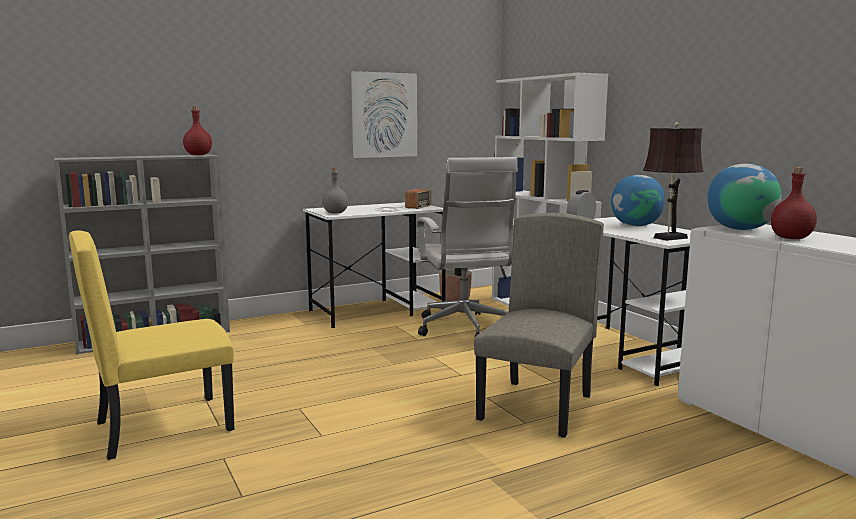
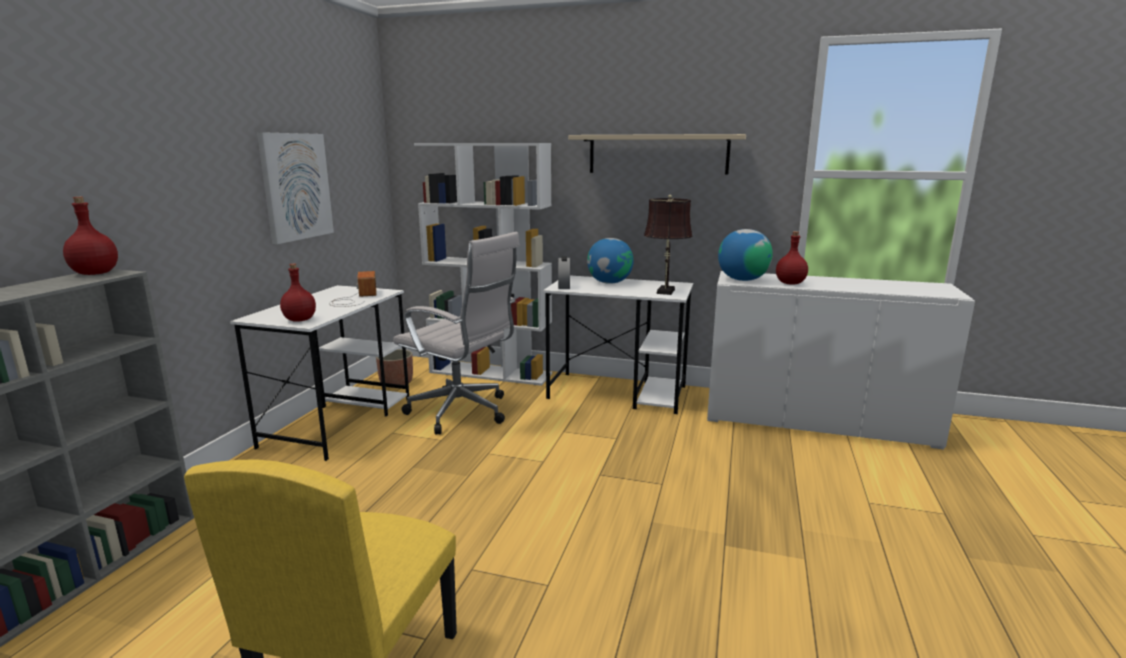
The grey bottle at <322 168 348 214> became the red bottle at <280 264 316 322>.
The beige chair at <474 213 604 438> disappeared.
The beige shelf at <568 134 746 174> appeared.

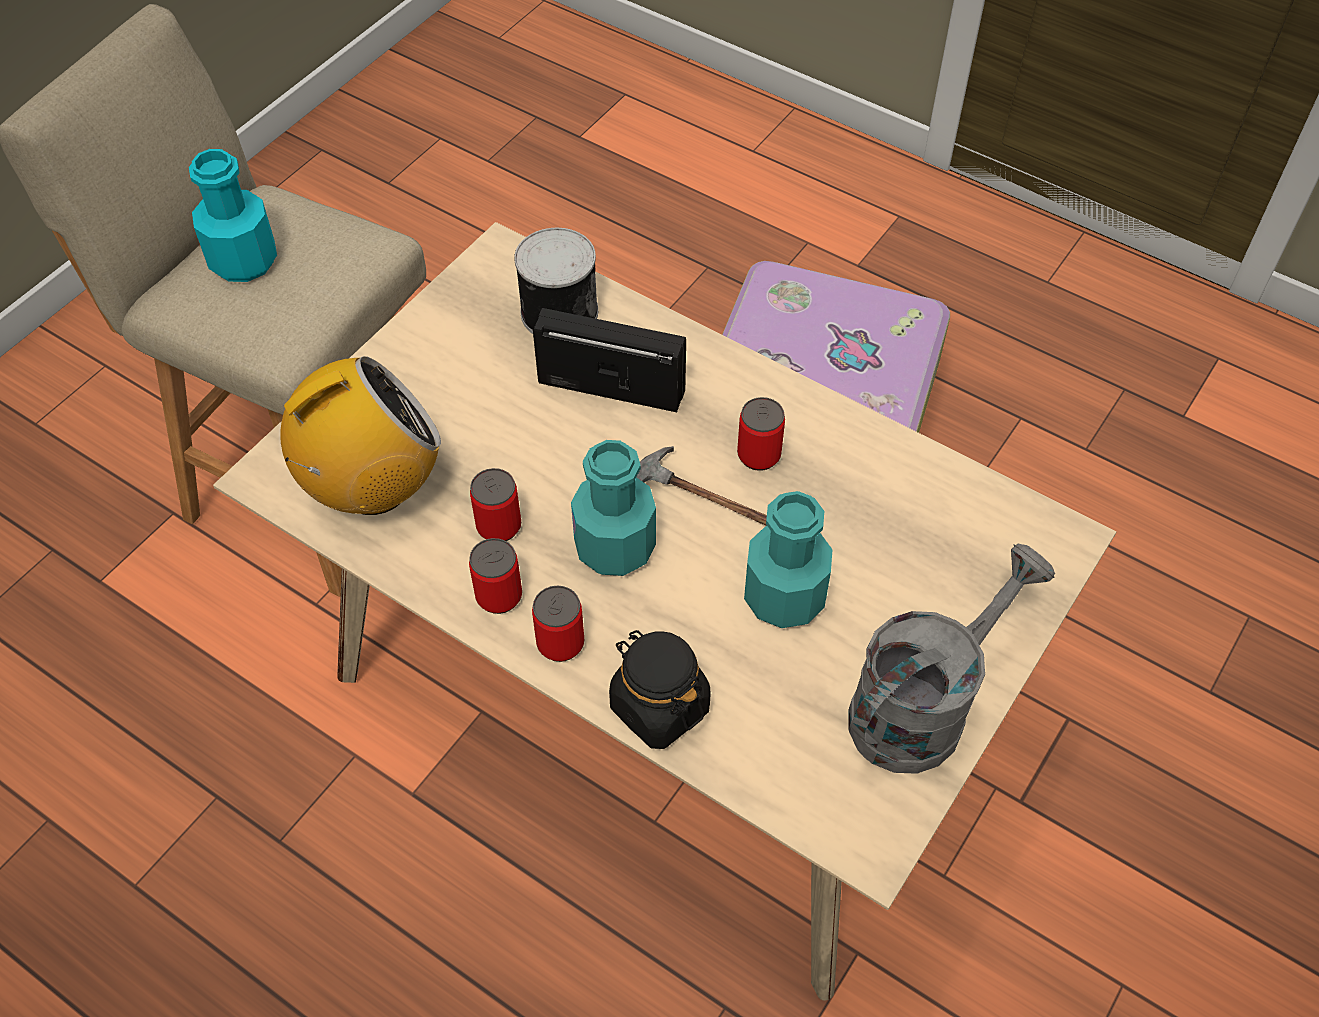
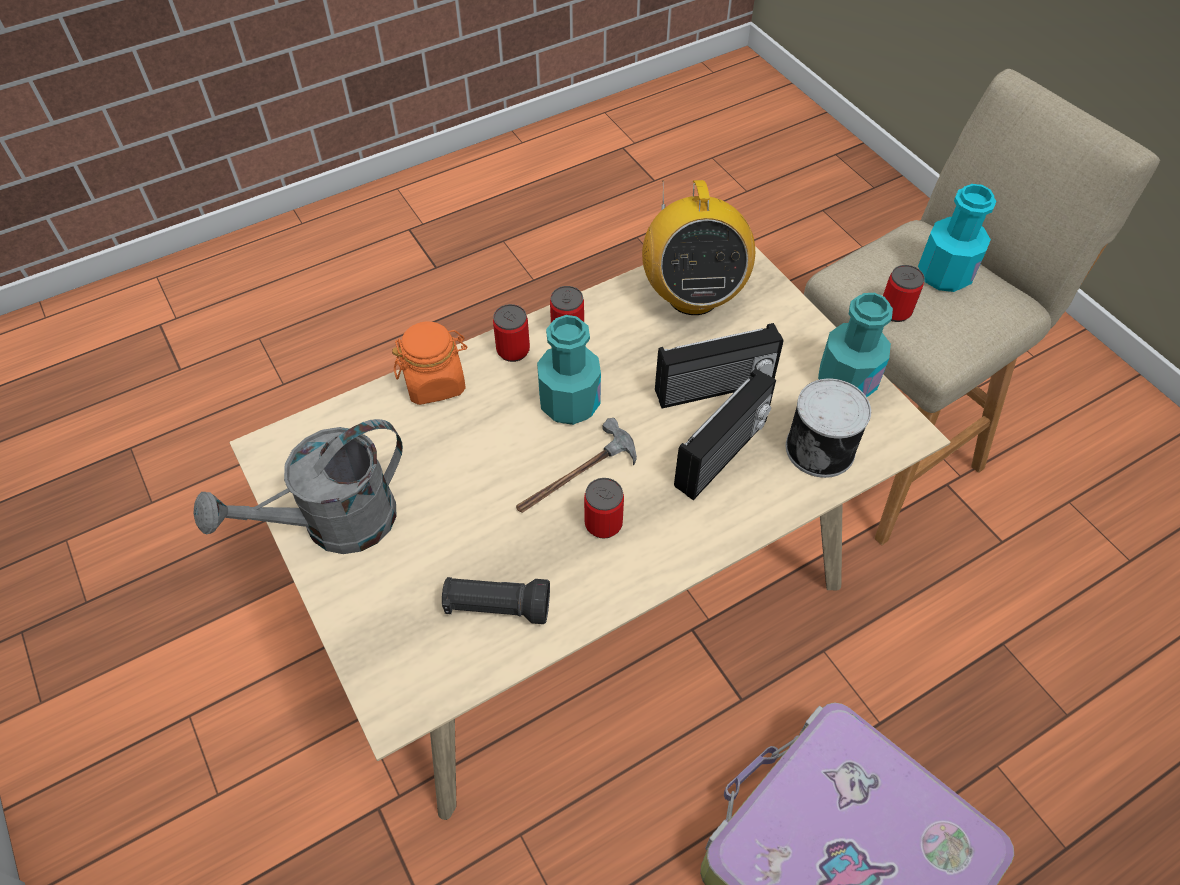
The can moved from <470 468 521 541> to <883 265 925 322>.
The black jar at <609 630 711 749> became the orange jar at <392 321 467 405>.
The turquoise bottle moved from <744 491 832 628> to <818 293 893 397>.
The grey watering can at <848 544 1055 774> turned 75 degrees clockwise.
The black flashlight at <442 577 550 624> appeared.
The radio at <655 323 783 409> appeared.

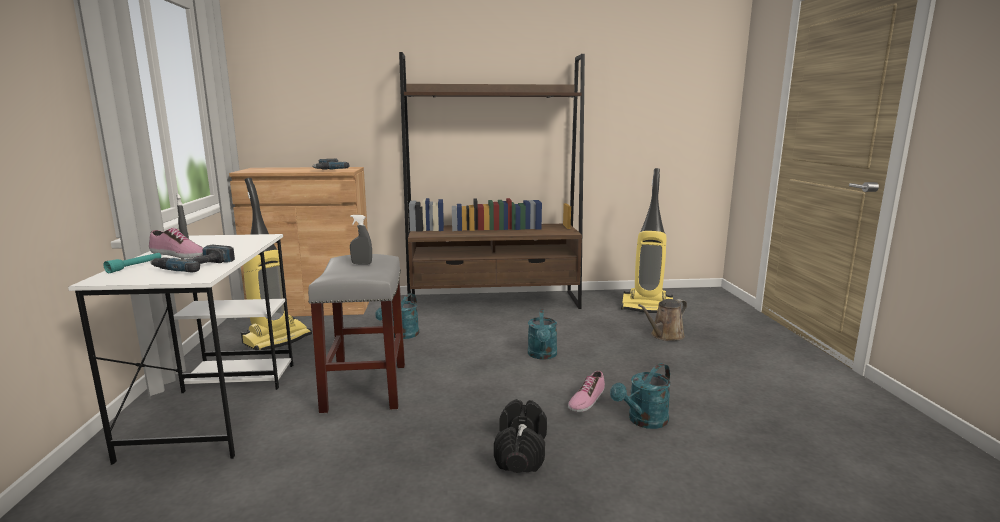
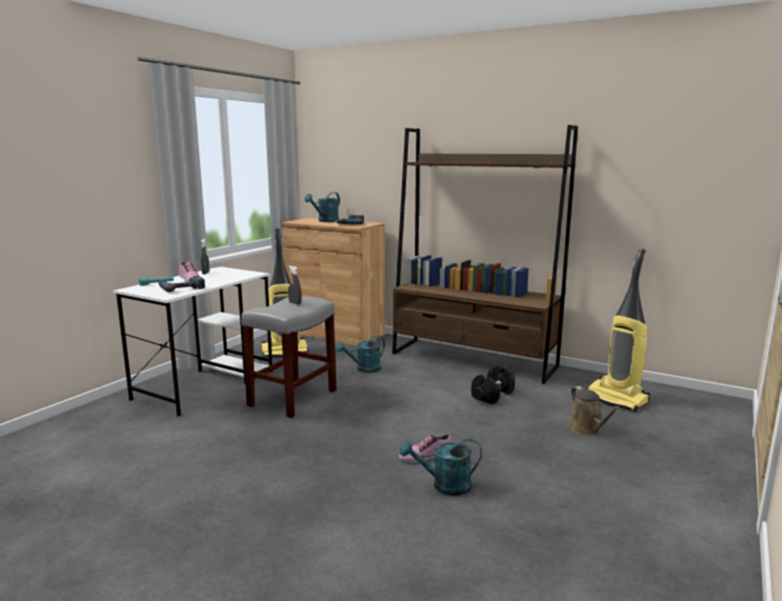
The black dumbbell moved from <494 399 547 473> to <471 365 515 404>.
The turquoise watering can moved from <528 309 557 360> to <305 192 340 222>.
The brown watering can at <638 299 687 341> turned 105 degrees counterclockwise.

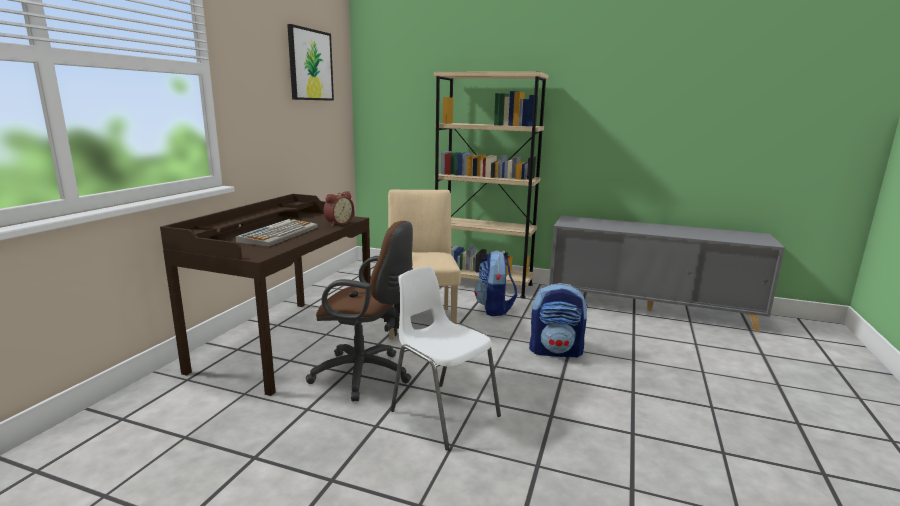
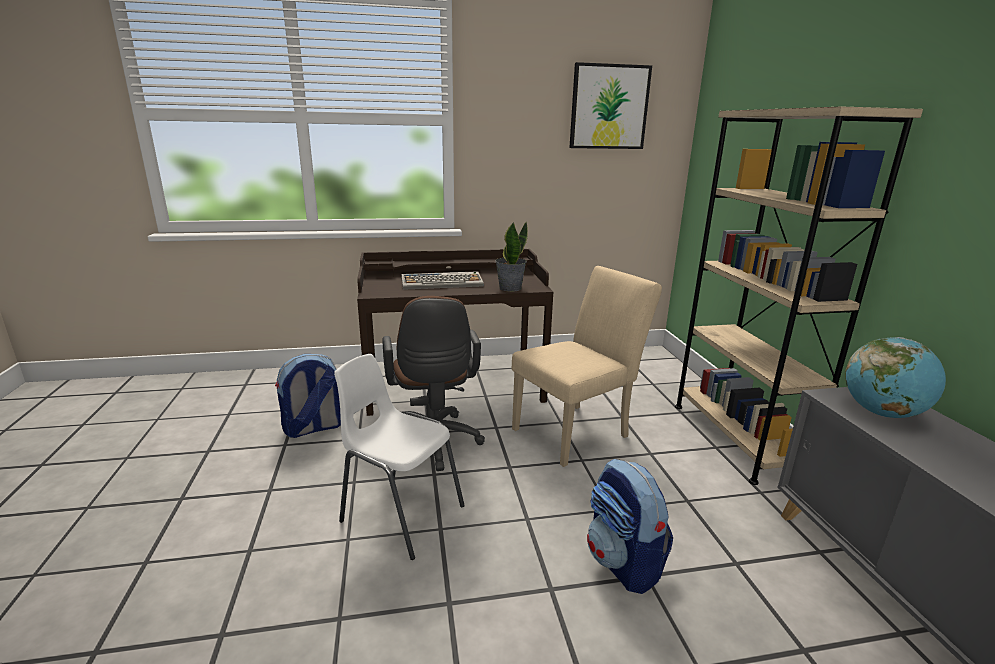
The alarm clock at <324 191 354 226> was replaced by the potted plant at <495 222 528 292>.
The white chair at <391 267 501 450> turned 75 degrees counterclockwise.
The backpack moved from <475 250 517 316> to <275 354 341 438>.
The globe at <845 337 946 418> appeared.

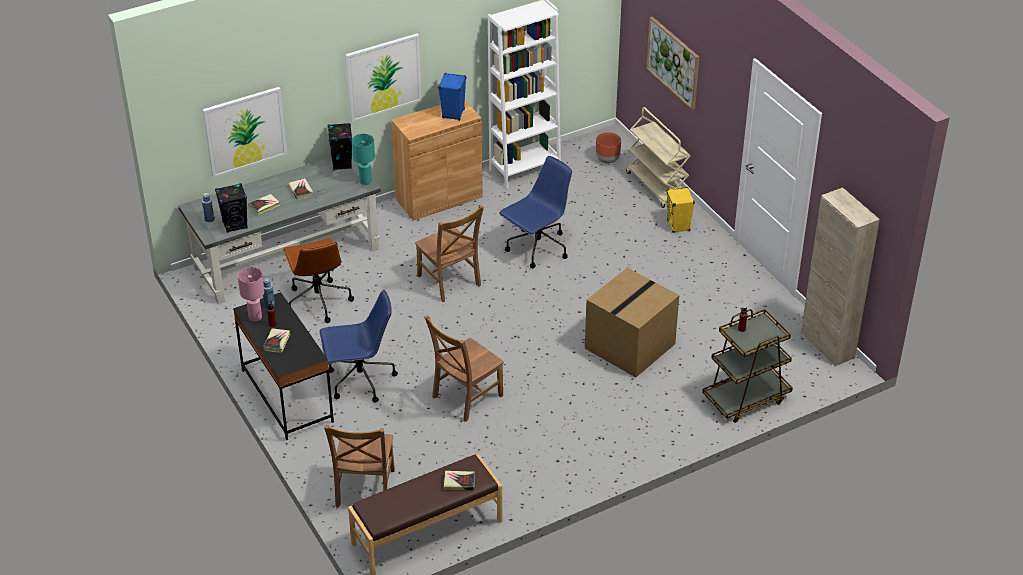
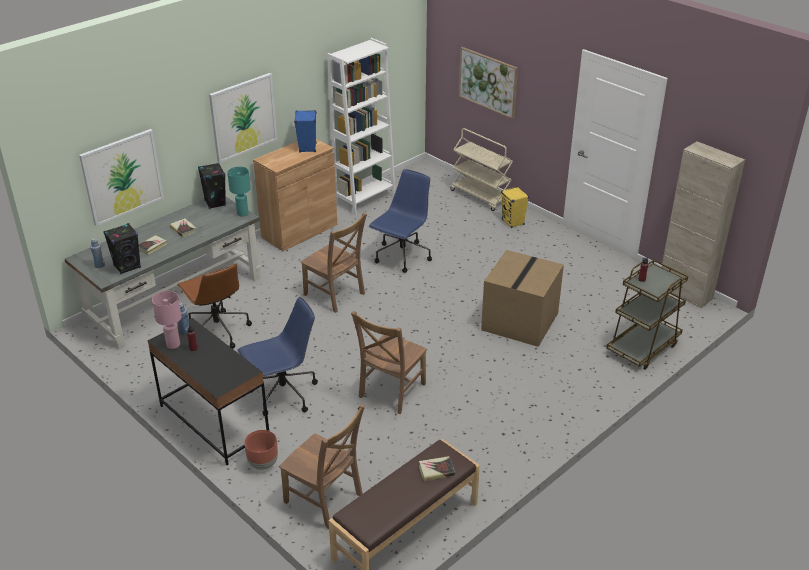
The book at <263 328 290 353> disappeared.
The brown chair at <324 425 395 508> turned 45 degrees counterclockwise.
The brown planter moved from <596 132 621 164> to <244 430 278 470>.

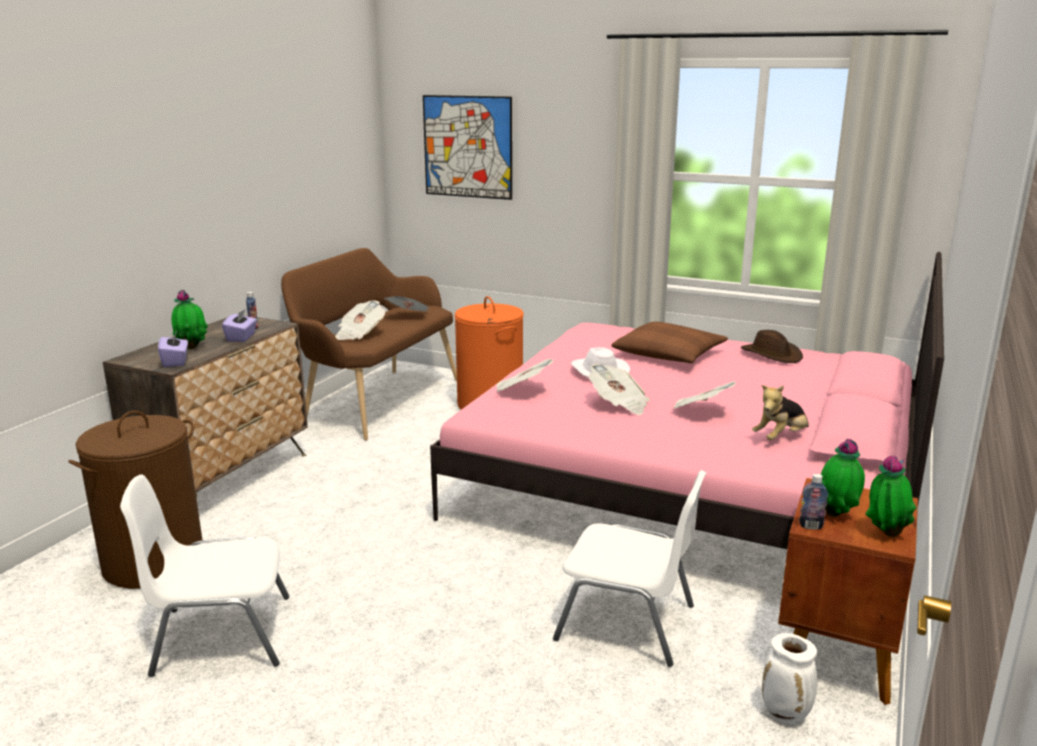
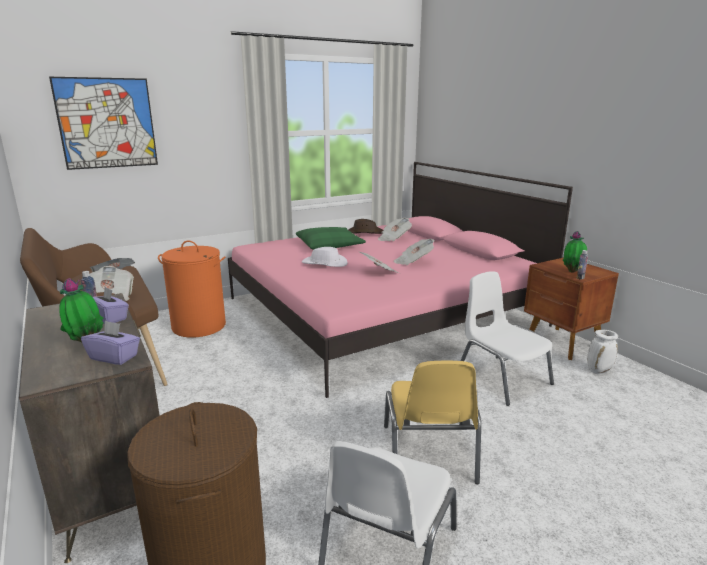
The newspaper moved from <496 358 553 392> to <378 218 412 241>.
The white chair at <553 470 707 667> turned 90 degrees counterclockwise.
The brown pillow at <611 322 728 363> became the green pillow at <296 227 366 250>.
The plush toy at <752 385 809 440> disappeared.
The potted plant at <865 456 916 537> disappeared.
The yellow chair at <384 361 481 484> appeared.

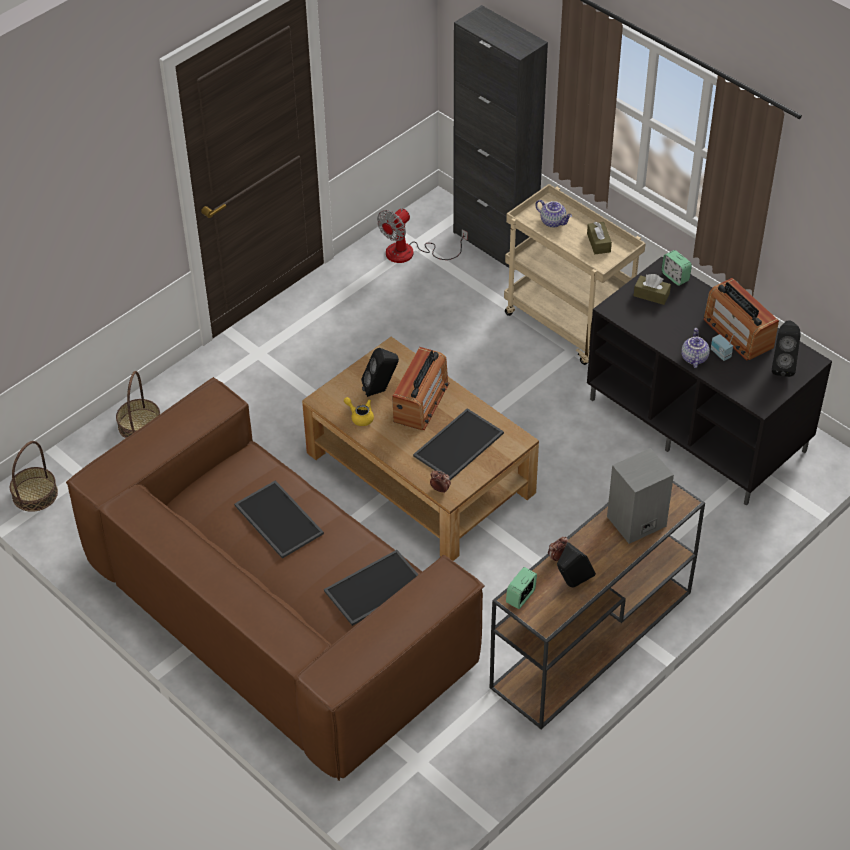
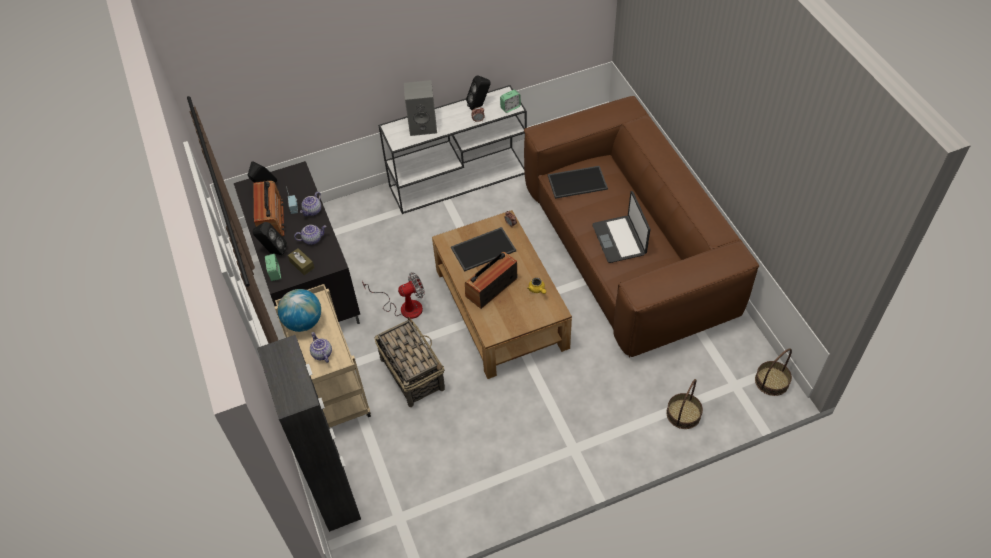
The tray at <234 480 324 559> was replaced by the laptop at <592 191 650 263>.
The black speaker moved from <361 348 399 397> to <253 222 287 256>.
The fan moved from <377 208 468 263> to <362 272 425 319>.
The brown console table at <490 481 705 729> became the white console table at <378 85 527 214>.
The brown tissue box at <587 222 612 254> was replaced by the globe at <278 289 321 332>.
The teapot at <294 225 326 245> appeared.
The basket at <374 317 445 407> appeared.

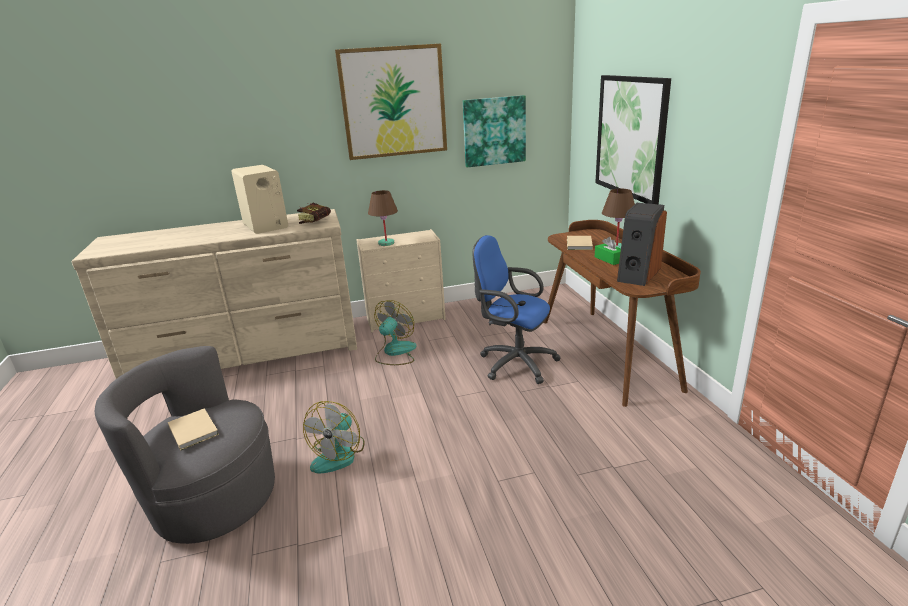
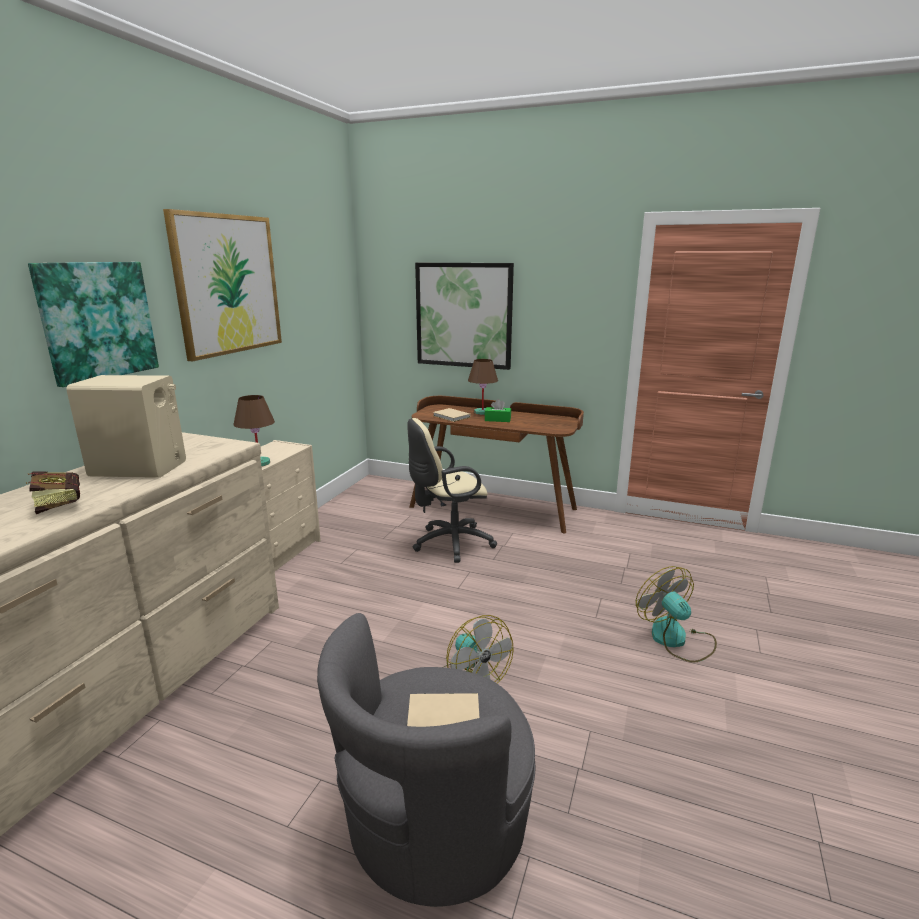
The book moved from <297 203 331 224> to <26 472 80 514>.
The fan moved from <374 300 417 365> to <636 566 717 663>.
The picture moved from <463 95 526 167> to <28 262 159 387>.
The blue office chair at <473 235 561 384> became the beige office chair at <407 418 497 563>.
The speaker at <617 203 667 286> disappeared.

